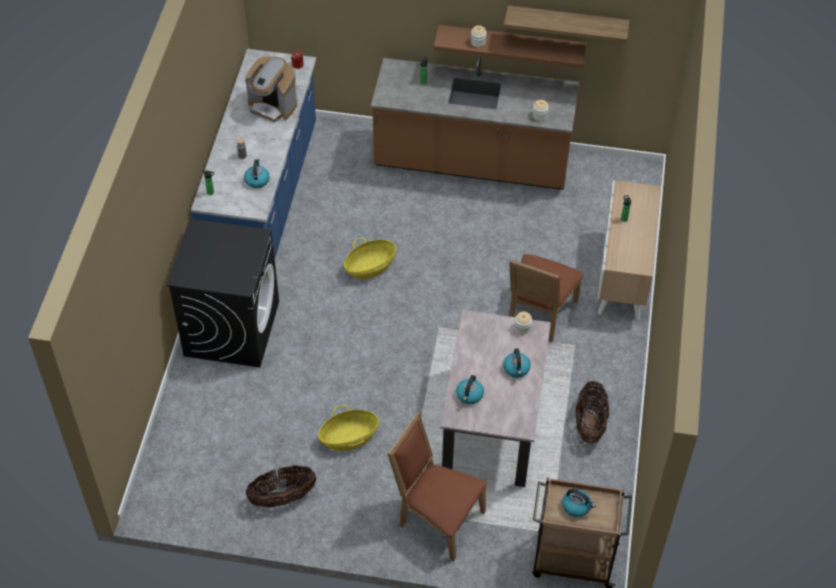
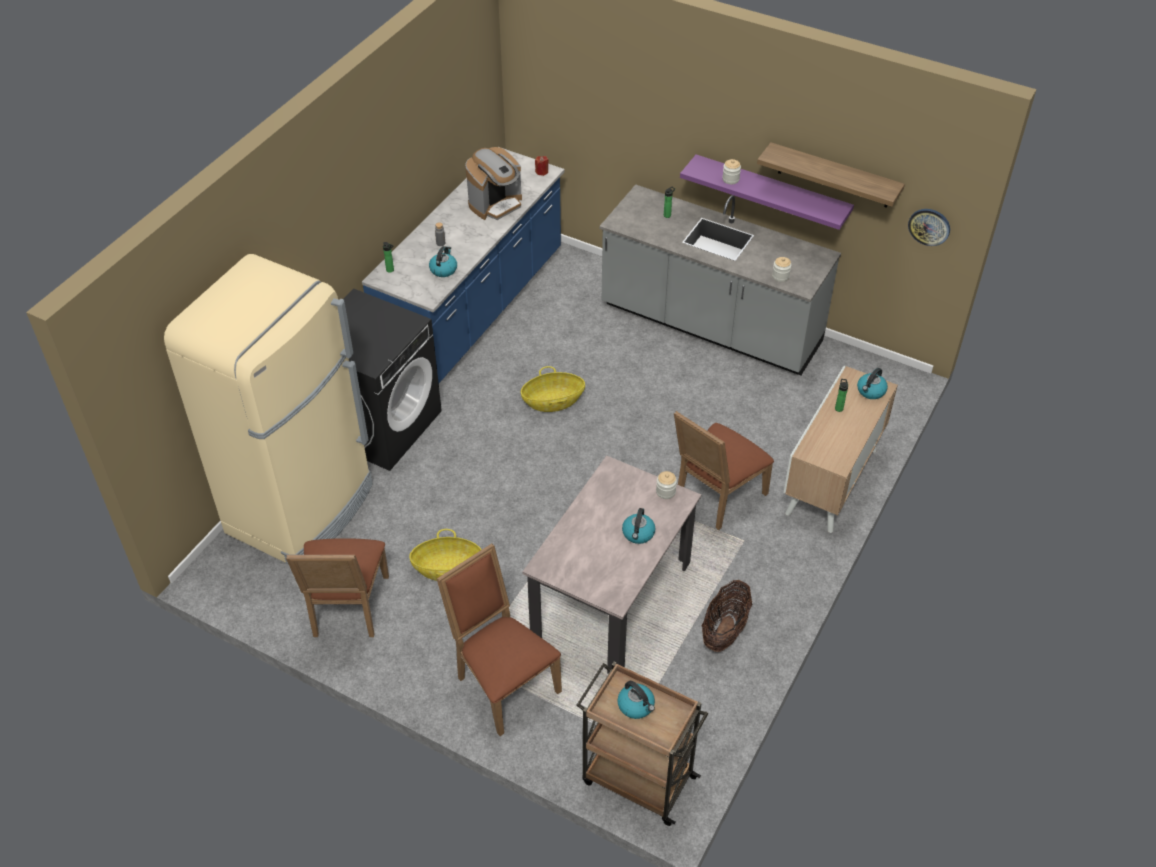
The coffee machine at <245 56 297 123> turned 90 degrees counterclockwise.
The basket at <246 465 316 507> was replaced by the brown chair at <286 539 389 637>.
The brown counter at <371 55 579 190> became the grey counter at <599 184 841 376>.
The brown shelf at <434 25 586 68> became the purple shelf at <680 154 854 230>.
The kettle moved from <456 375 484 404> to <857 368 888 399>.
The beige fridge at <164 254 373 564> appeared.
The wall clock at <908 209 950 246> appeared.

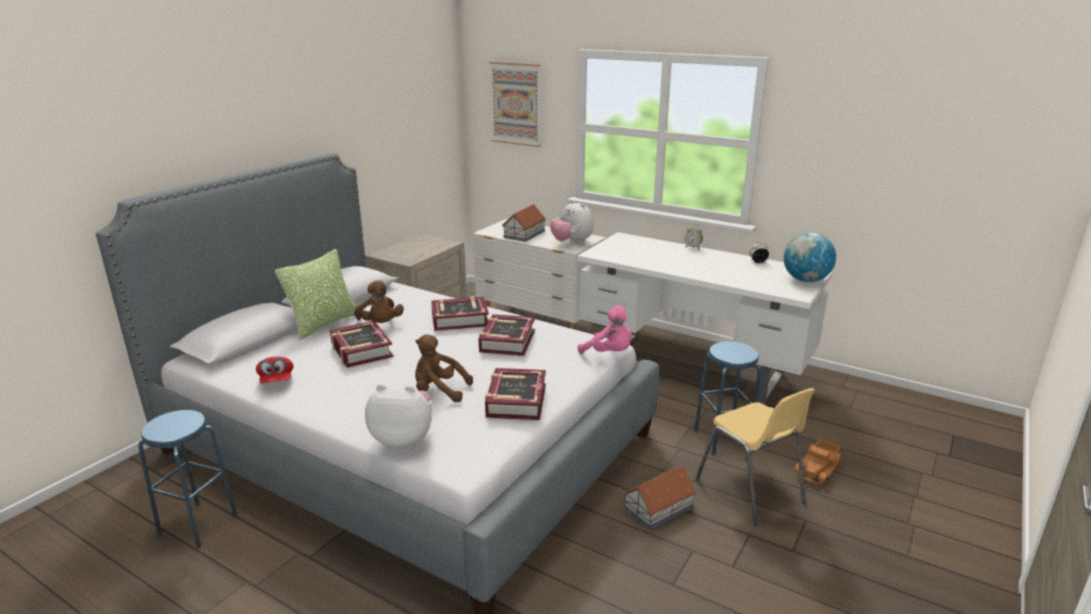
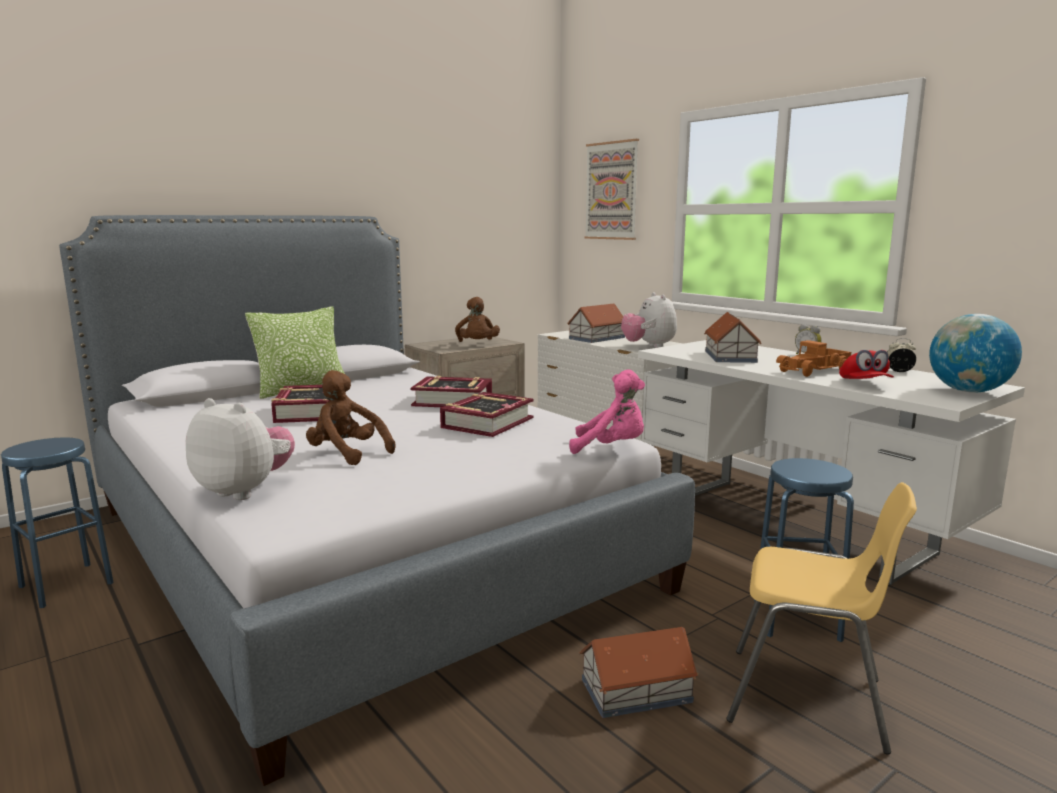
The red cap moved from <256 357 293 383> to <839 350 894 379>.
The brown plush toy moved from <354 280 404 323> to <455 297 500 342>.
The book at <485 368 546 420> disappeared.
The pink plush toy at <578 305 632 354> turned 45 degrees counterclockwise.
The yellow chair at <695 388 815 526> turned 60 degrees counterclockwise.
The toy truck moved from <794 439 842 485> to <776 340 851 377>.
The toy house at <704 312 762 363> appeared.

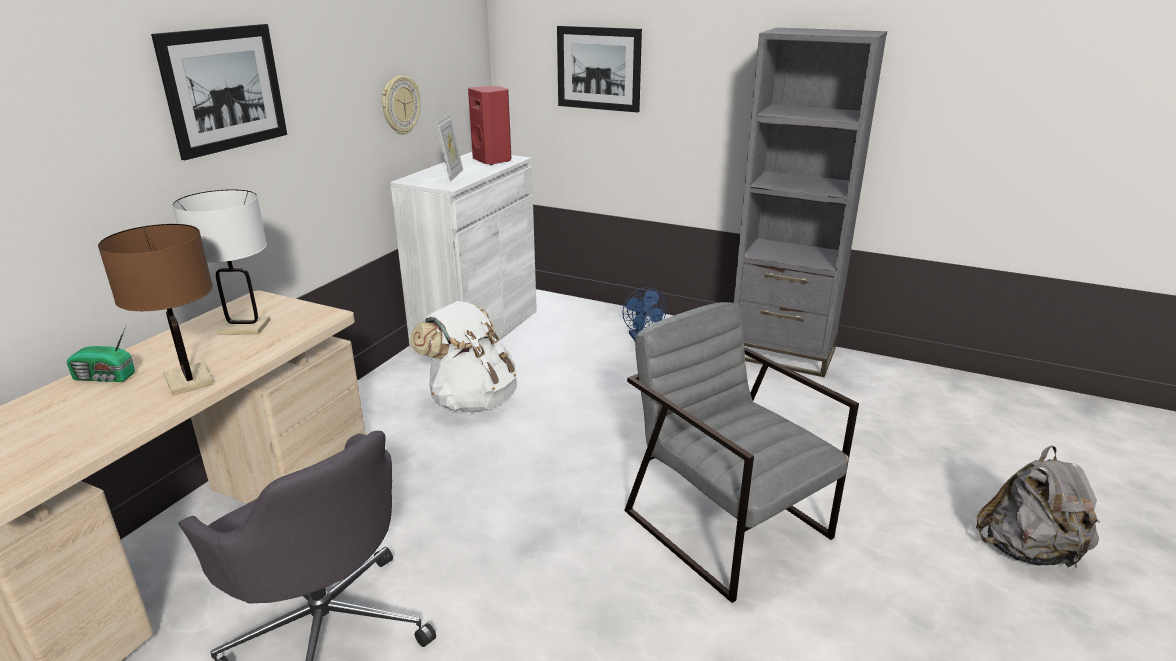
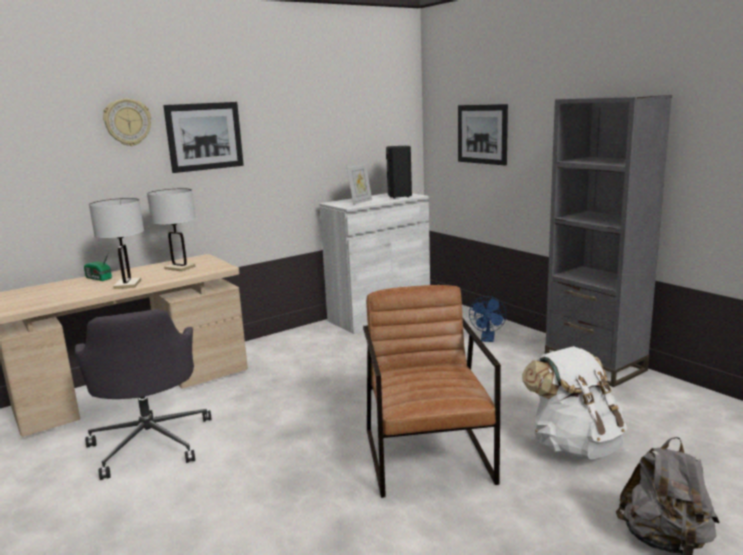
The brown table lamp at <98 224 214 396> became the white table lamp at <89 198 144 289>.
The wall clock moved from <382 76 420 135> to <103 98 151 146>.
The white backpack moved from <410 301 518 412> to <522 346 627 460>.
The red speaker at <468 86 511 165> became the black speaker at <386 146 412 198>.
The grey armchair at <624 302 859 603> became the brown armchair at <363 285 501 498>.

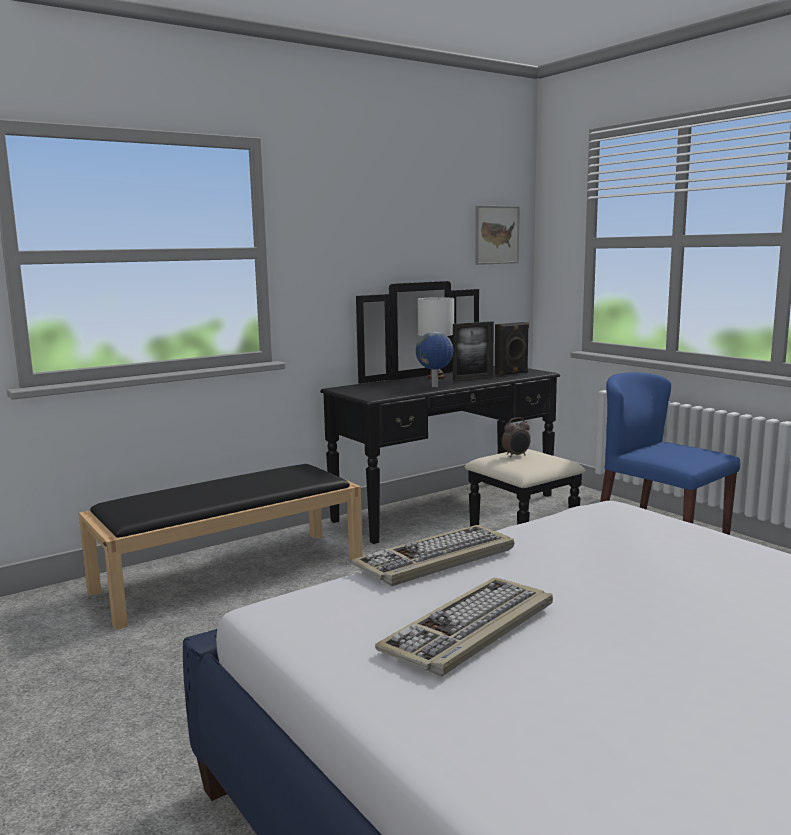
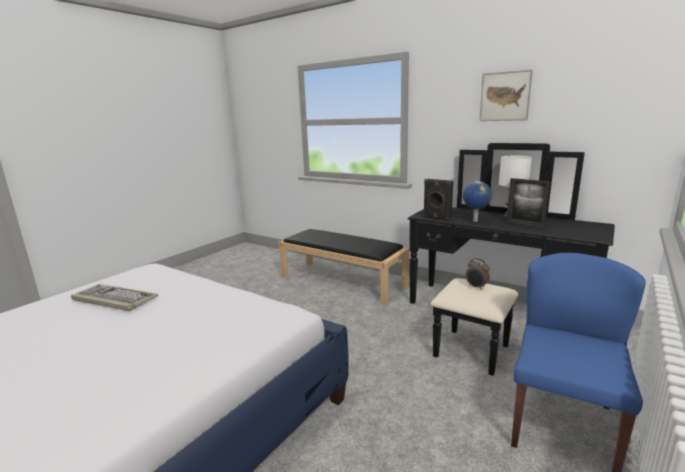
The keyboard at <352 525 514 586> disappeared.
The picture moved from <475 205 520 265> to <479 70 533 121>.
The black speaker moved from <495 322 529 376> to <423 179 453 221>.

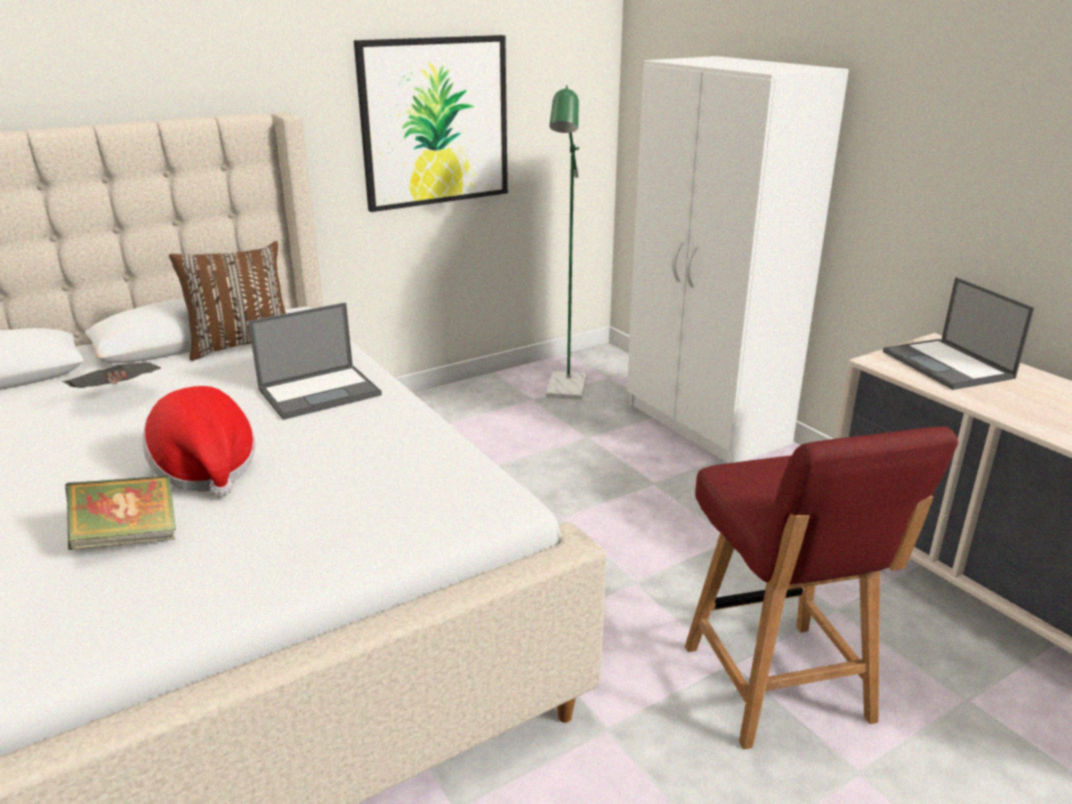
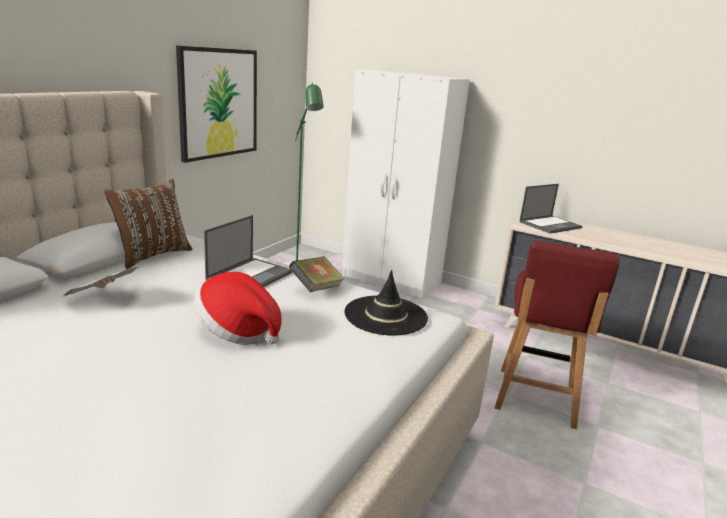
The book moved from <65 475 176 550> to <289 257 345 292>.
The red chair at <685 426 958 750> turned 60 degrees clockwise.
The laptop at <883 277 1035 390> turned 75 degrees counterclockwise.
The black hat at <345 270 428 335> appeared.

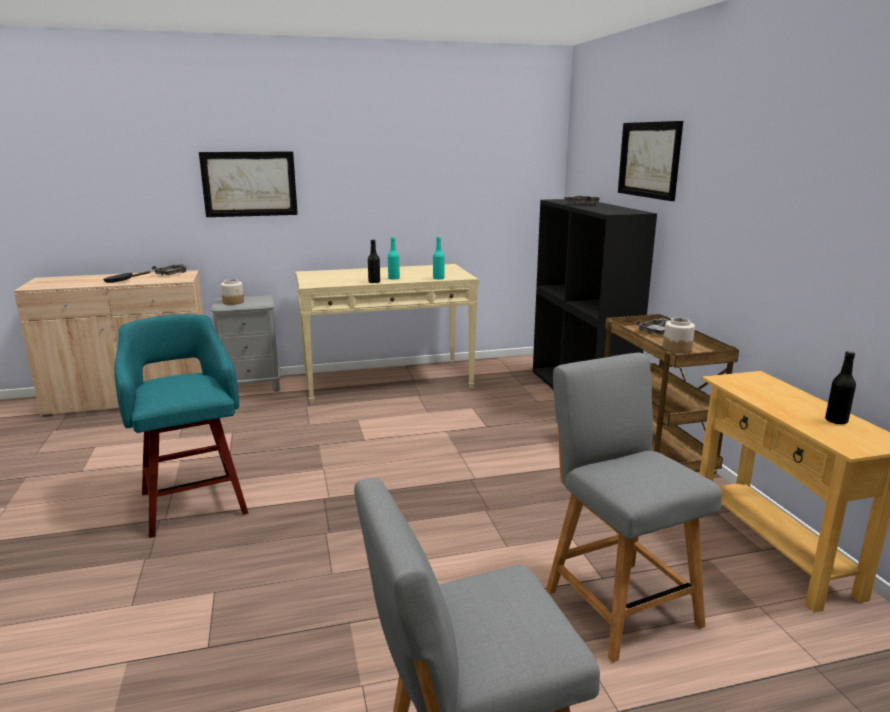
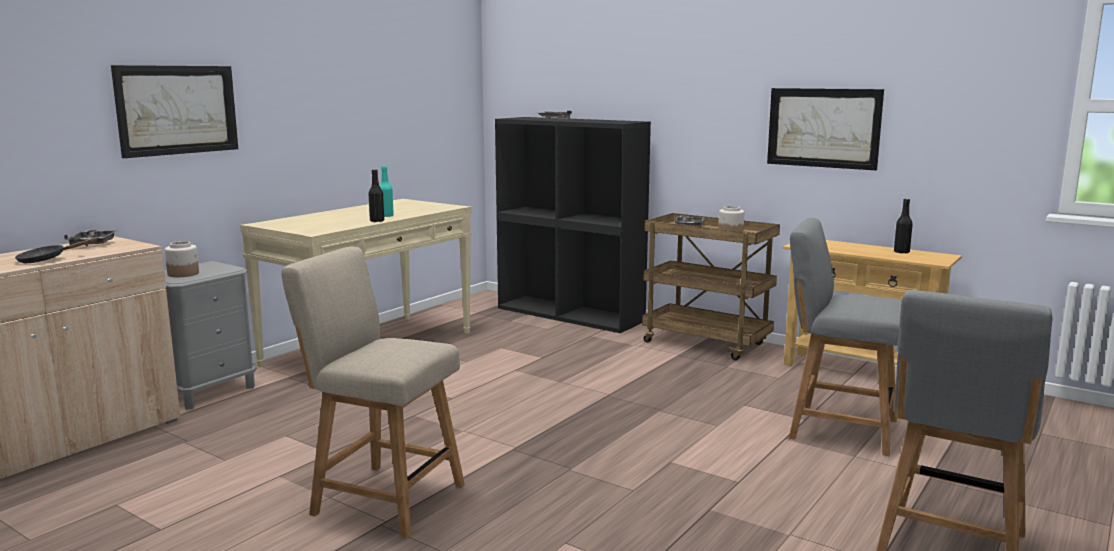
The turquoise stool at <114 314 248 538> was replaced by the beige chair at <281 246 465 538>.
The turquoise bottle at <433 237 445 279> disappeared.
The picture moved from <618 121 683 201> to <767 88 884 170>.

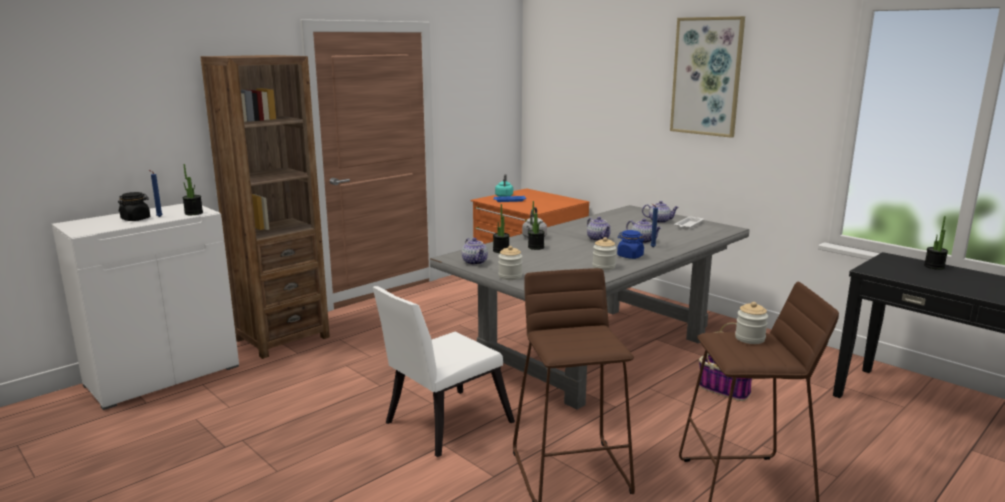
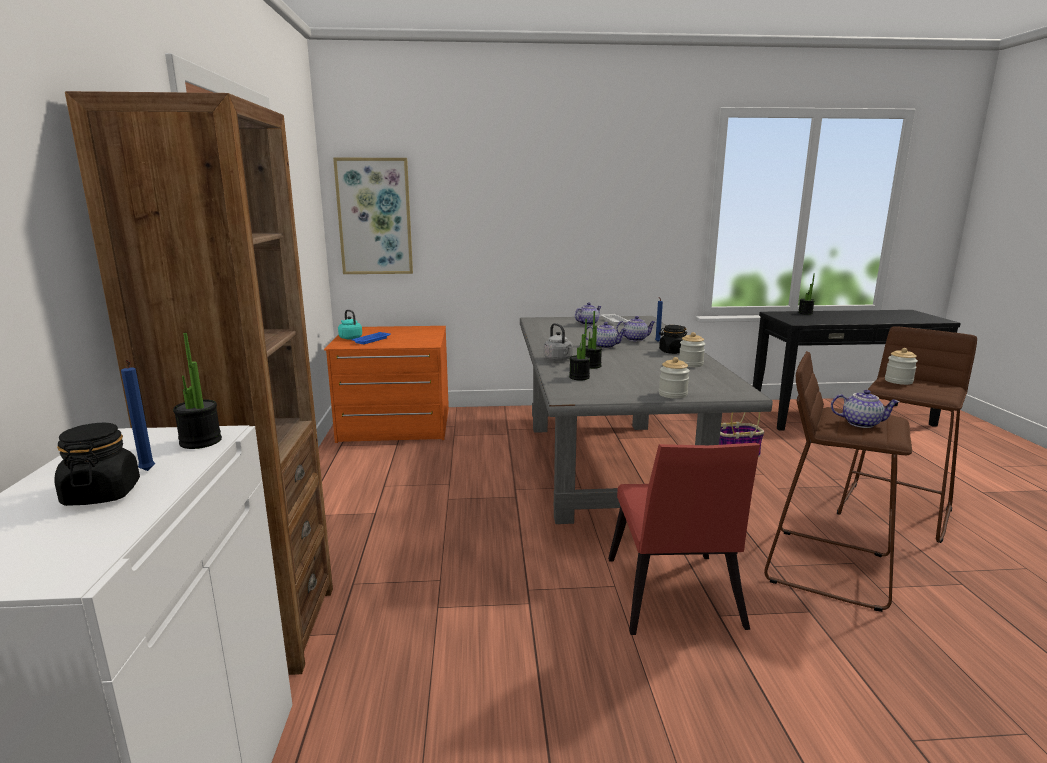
The white chair at <373 286 515 457> became the red chair at <608 443 760 635>.
The teapot moved from <462 238 488 265> to <831 390 899 428>.
The blue jar at <617 230 644 259> became the black jar at <659 325 687 354>.
The picture moved from <670 16 745 138> to <333 158 413 274>.

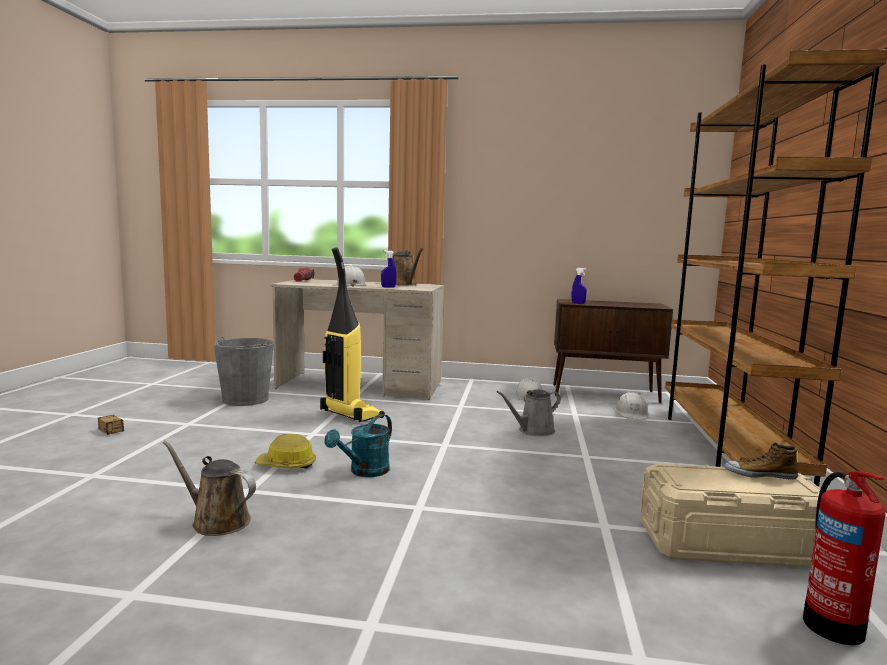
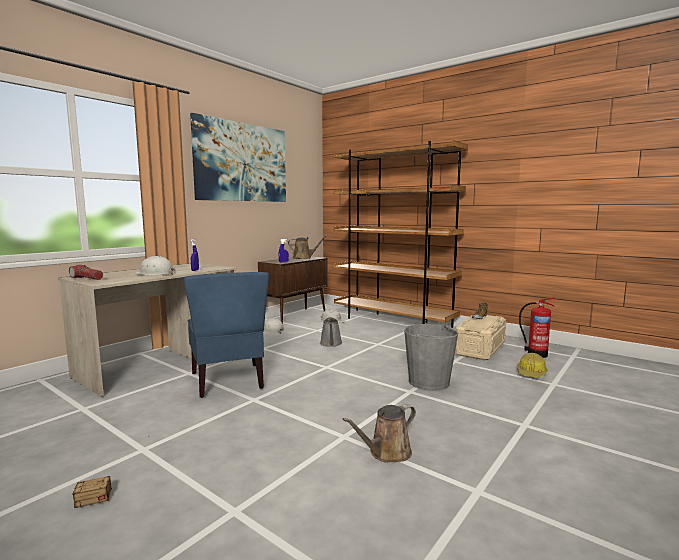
The grey bucket moved from <214 337 274 406> to <404 323 458 391>.
The hard hat moved from <255 434 316 469> to <517 353 548 378>.
The vacuum cleaner at <320 247 385 422> was replaced by the blue chair at <184 272 269 398>.
The turquoise watering can at <324 414 392 477> disappeared.
The brown watering can moved from <393 248 423 286> to <288 235 327 259>.
The picture at <190 113 286 202> appeared.

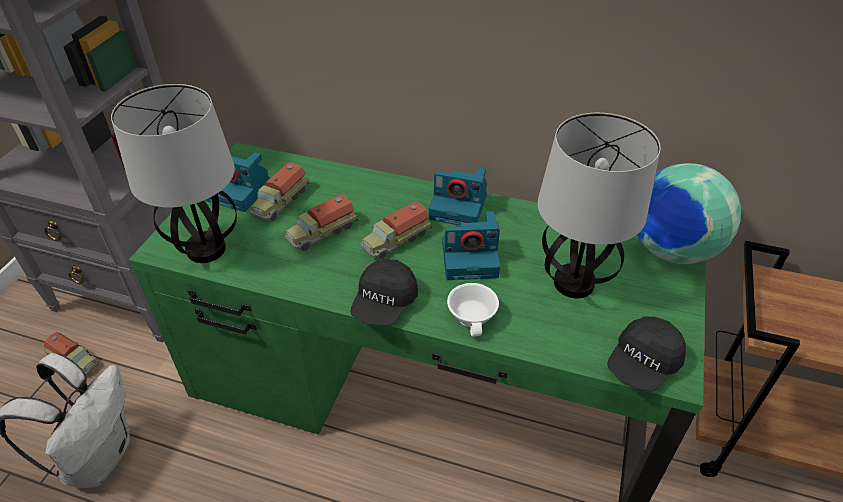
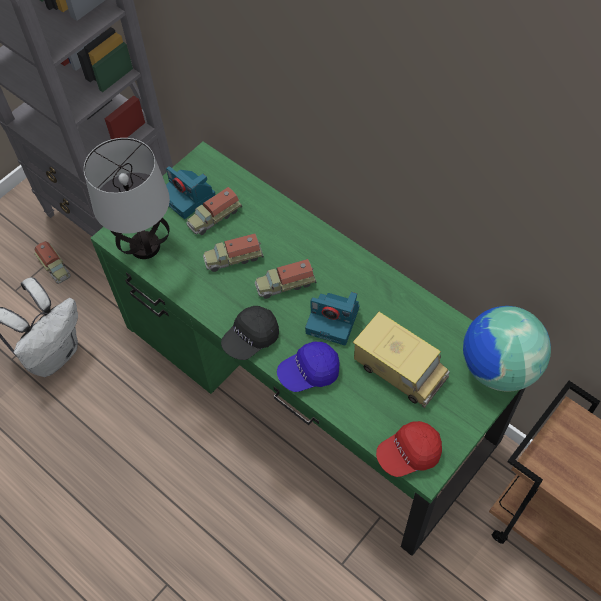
The photo camera at <429 166 487 225> disappeared.
The white cup at <447 283 499 337> was replaced by the blue cap at <277 342 339 392>.
The table lamp at <538 113 661 298> was replaced by the toy truck at <353 312 450 408>.
The black cap at <607 316 686 391> became the red cap at <376 421 442 477>.

